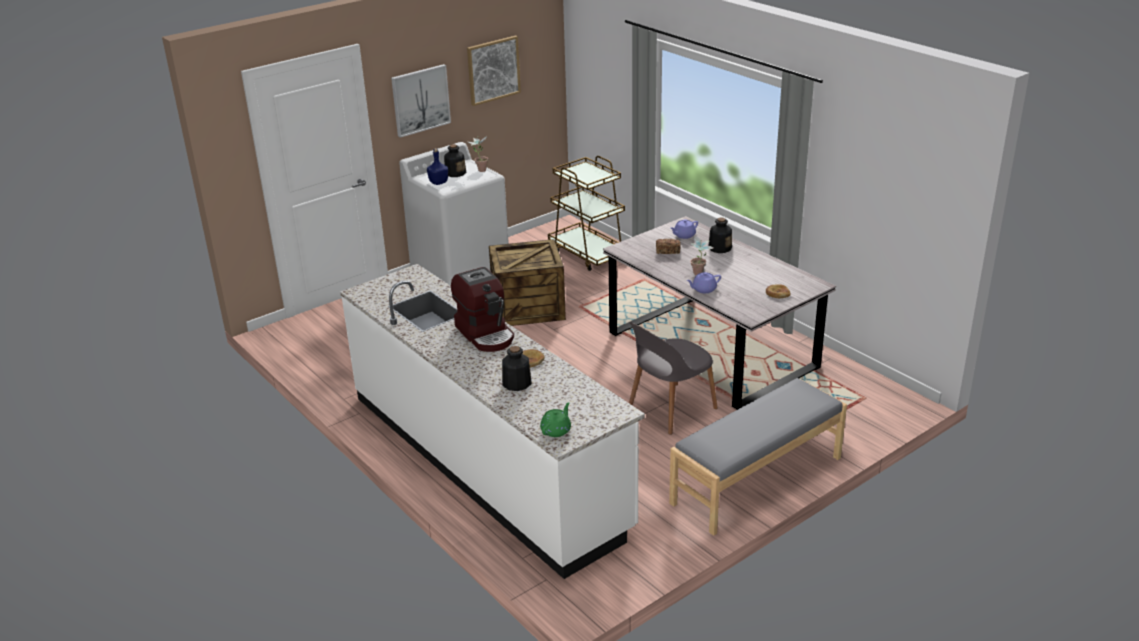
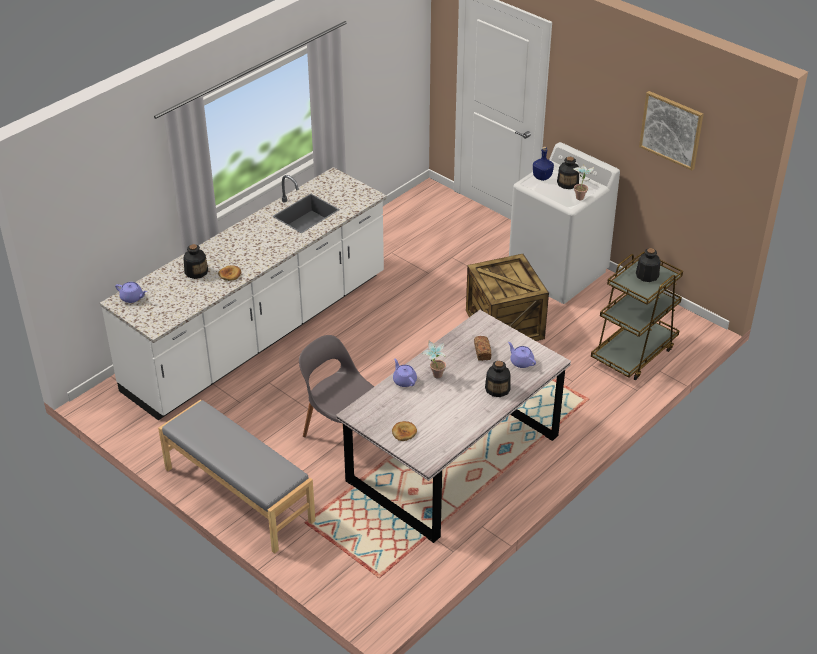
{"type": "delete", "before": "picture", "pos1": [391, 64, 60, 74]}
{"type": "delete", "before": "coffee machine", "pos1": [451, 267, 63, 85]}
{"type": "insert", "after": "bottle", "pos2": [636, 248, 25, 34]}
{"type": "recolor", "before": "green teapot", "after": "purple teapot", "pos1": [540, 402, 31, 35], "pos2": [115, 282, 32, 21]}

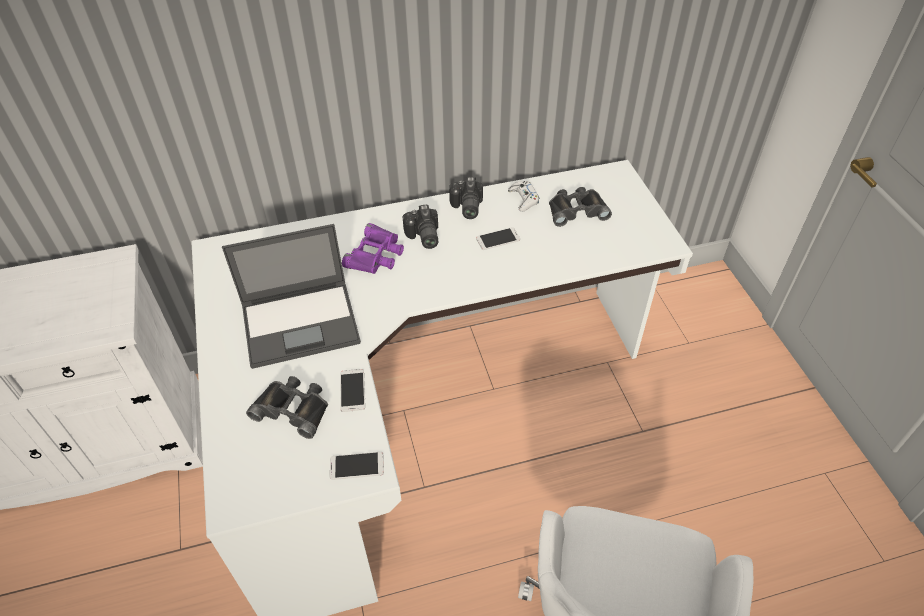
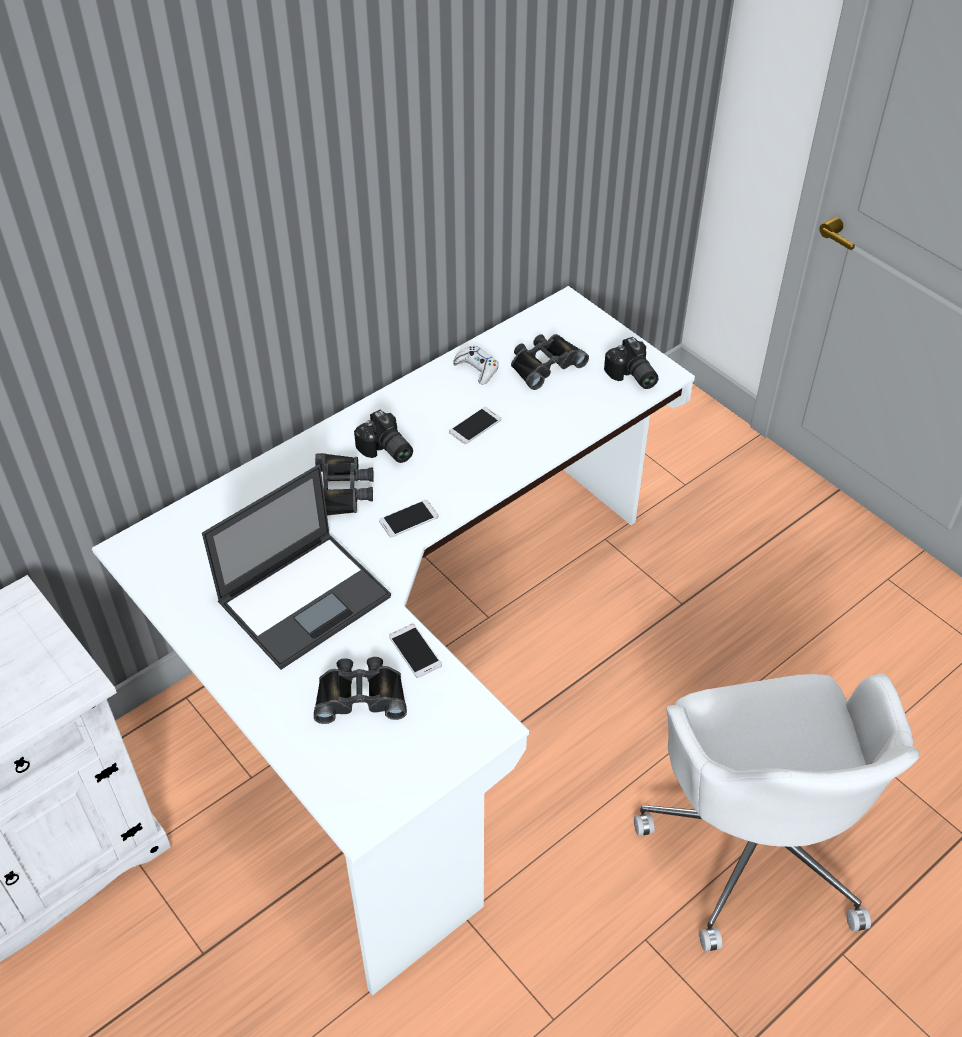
{"type": "move", "before": "phone", "pos1": [330, 452, 54, 28], "pos2": [379, 500, 59, 37]}
{"type": "move", "before": "photo camera", "pos1": [449, 177, 34, 42], "pos2": [604, 337, 55, 52]}
{"type": "recolor", "before": "purple binoculars", "after": "black binoculars", "pos1": [342, 223, 62, 51], "pos2": [315, 453, 59, 62]}

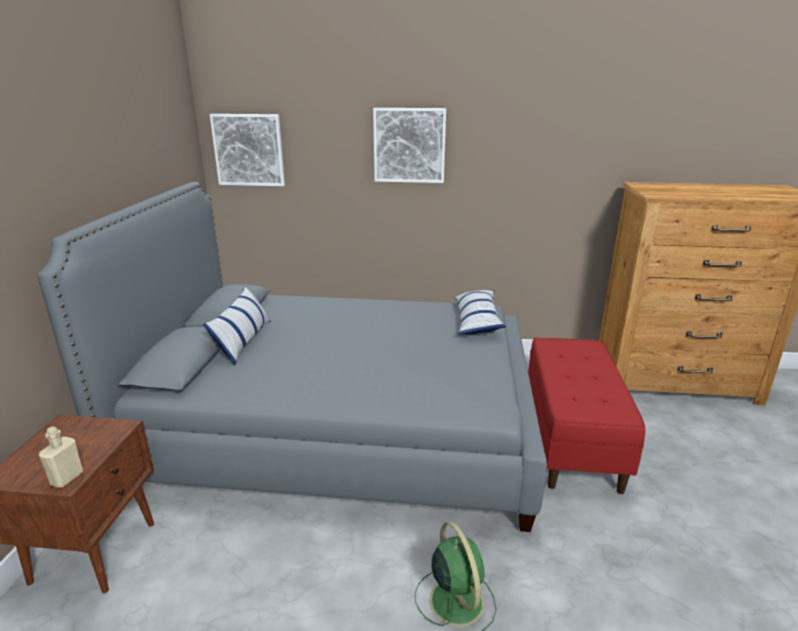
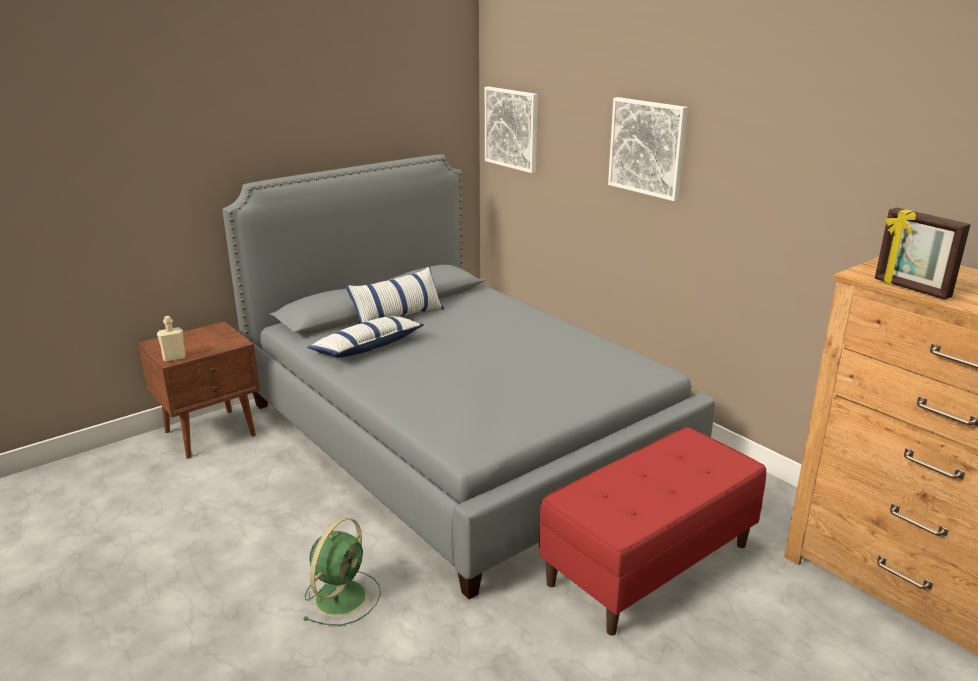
{"type": "insert", "after": "picture frame", "pos2": [875, 208, 96, 92]}
{"type": "move", "before": "pillow", "pos1": [454, 290, 52, 45], "pos2": [307, 316, 117, 42]}

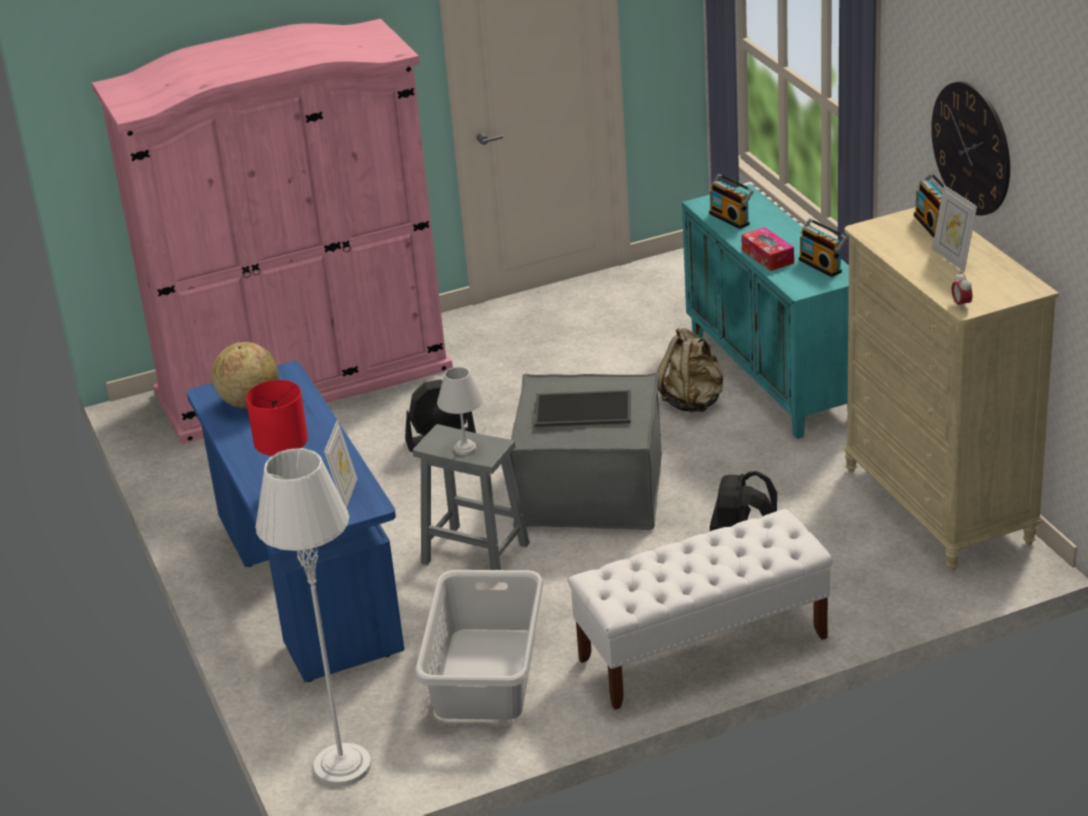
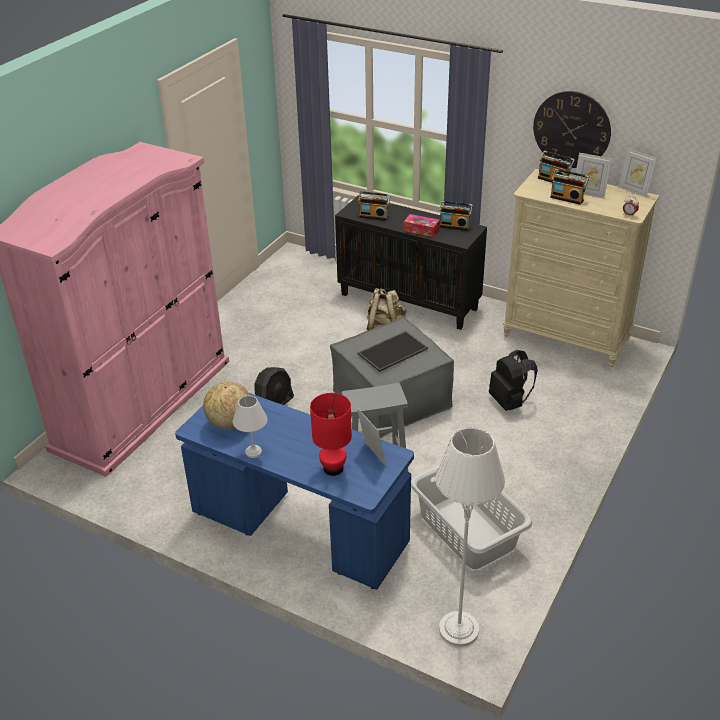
{"type": "delete", "before": "white bench", "pos1": [568, 509, 265, 201]}
{"type": "insert", "after": "radio", "pos2": [550, 169, 39, 36]}
{"type": "insert", "after": "picture frame", "pos2": [618, 148, 39, 49]}
{"type": "move", "before": "white table lamp", "pos1": [437, 367, 46, 88], "pos2": [233, 396, 35, 62]}
{"type": "recolor", "before": "turquoise cabinet", "after": "black cabinet", "pos1": [682, 184, 167, 255], "pos2": [335, 195, 152, 135]}

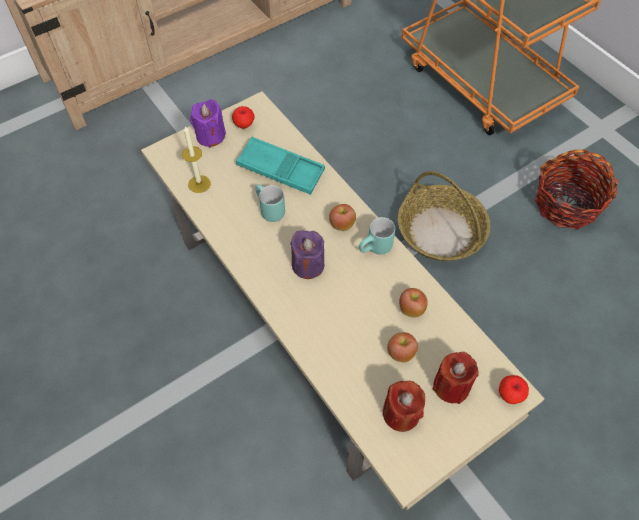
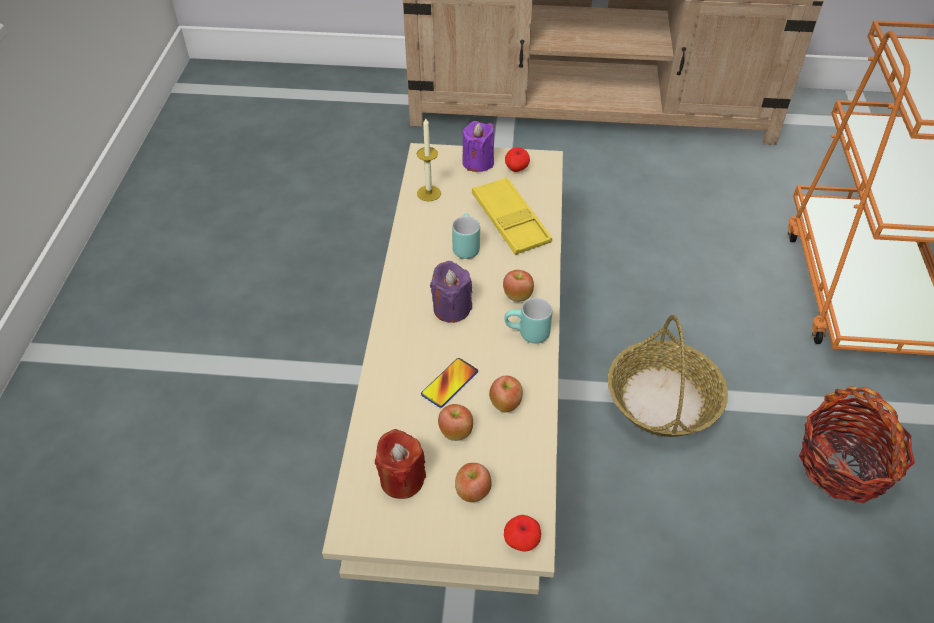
{"type": "insert", "after": "phone", "pos2": [421, 358, 57, 50]}
{"type": "replace", "before": "red candle", "after": "apple", "pos1": [432, 352, 47, 52], "pos2": [455, 463, 37, 39]}
{"type": "recolor", "before": "turquoise tray", "after": "yellow tray", "pos1": [236, 137, 89, 58], "pos2": [472, 177, 80, 78]}

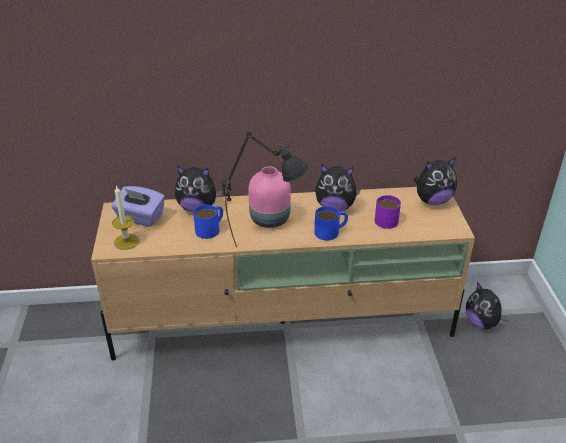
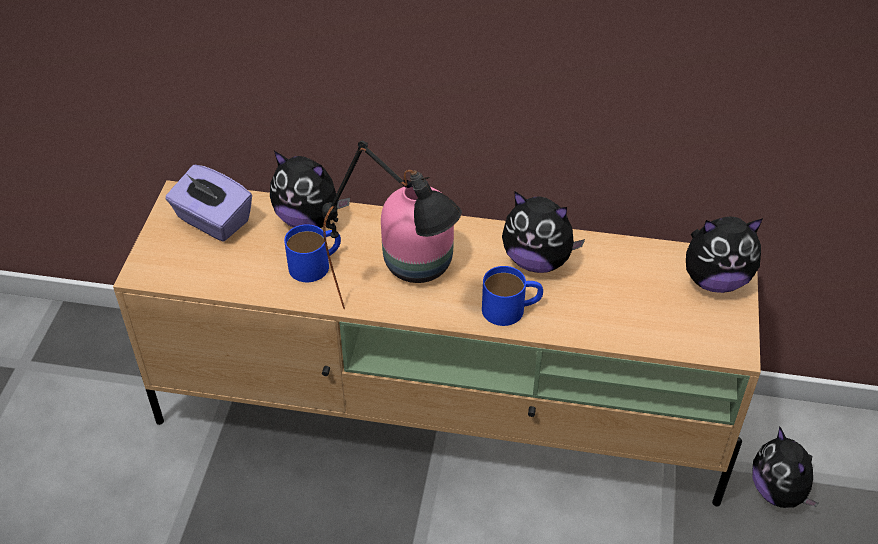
{"type": "delete", "before": "candle", "pos1": [112, 185, 28, 65]}
{"type": "delete", "before": "purple mug", "pos1": [375, 195, 26, 34]}

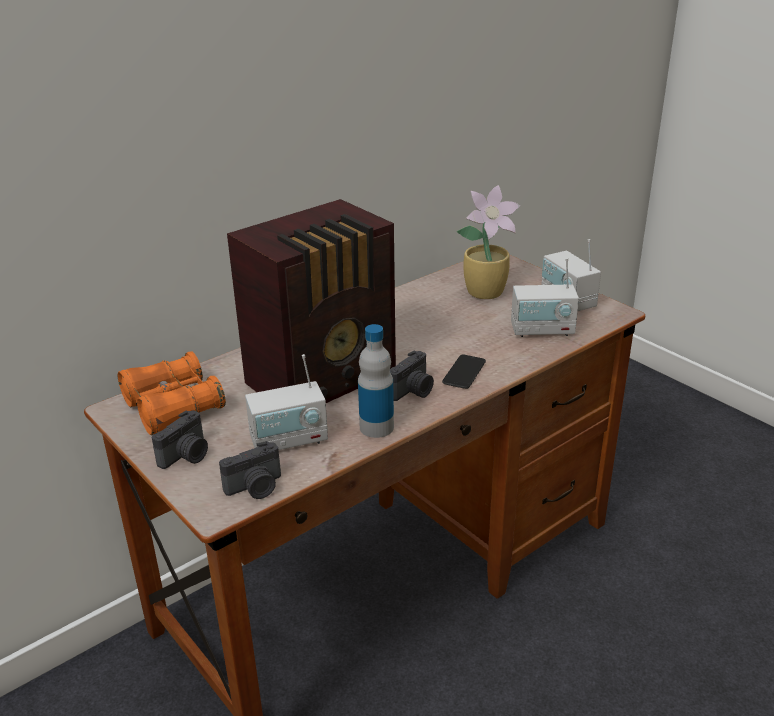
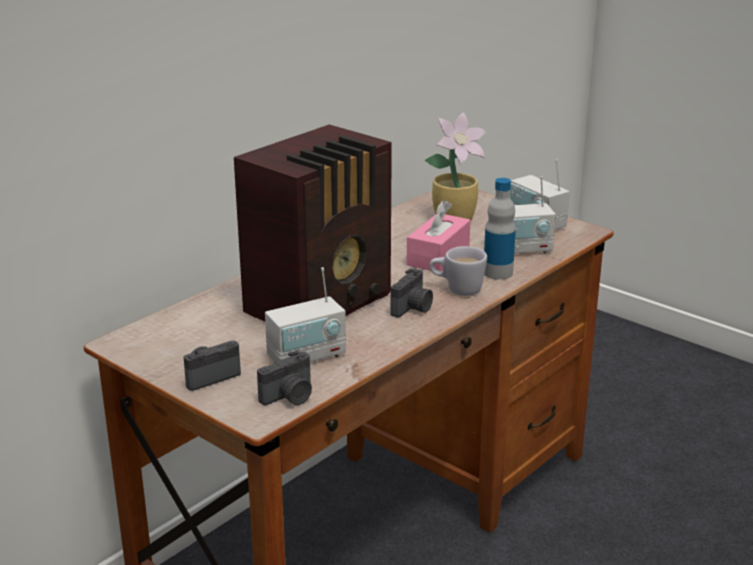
{"type": "delete", "before": "orange binoculars", "pos1": [118, 352, 108, 83]}
{"type": "insert", "after": "pink tissue box", "pos2": [406, 200, 65, 71]}
{"type": "move", "before": "bottle", "pos1": [358, 324, 36, 114], "pos2": [484, 178, 32, 102]}
{"type": "replace", "before": "phone", "after": "white mug", "pos1": [442, 354, 44, 35], "pos2": [429, 246, 58, 50]}
{"type": "rotate", "before": "photo camera", "pos1": [152, 410, 56, 59], "pos2": [184, 341, 57, 50], "turn": -150}

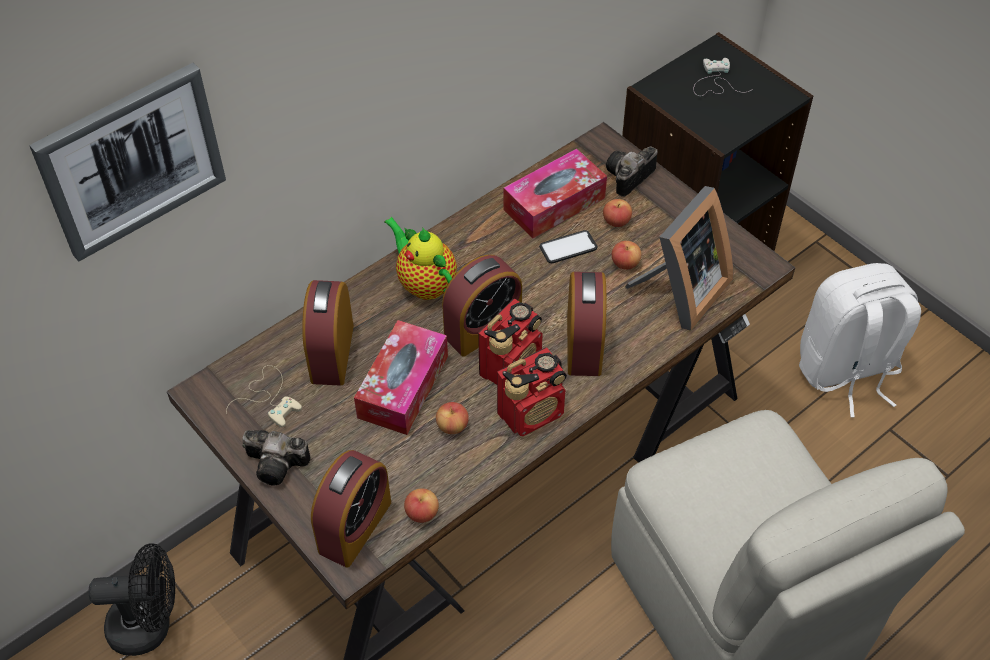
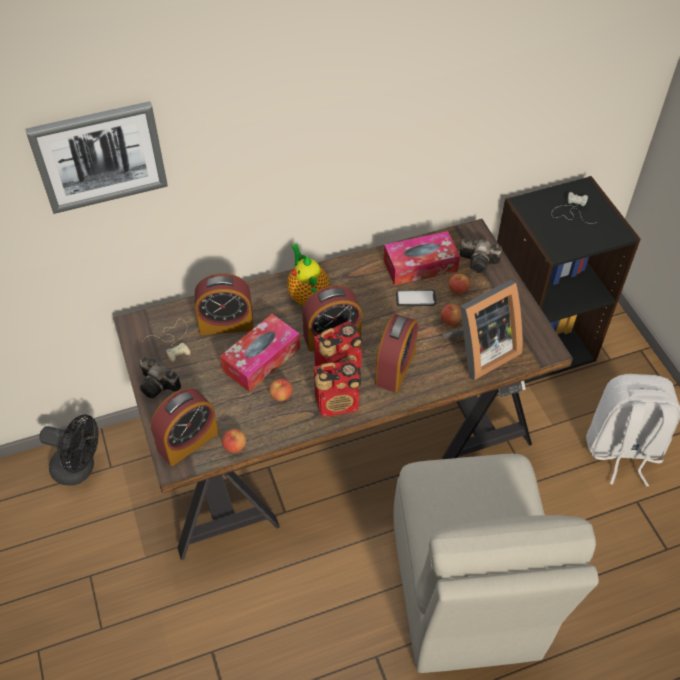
{"type": "rotate", "before": "alarm clock", "pos1": [302, 280, 52, 106], "pos2": [195, 273, 59, 62], "turn": -120}
{"type": "rotate", "before": "photo camera", "pos1": [606, 146, 52, 51], "pos2": [460, 239, 42, 34], "turn": -135}

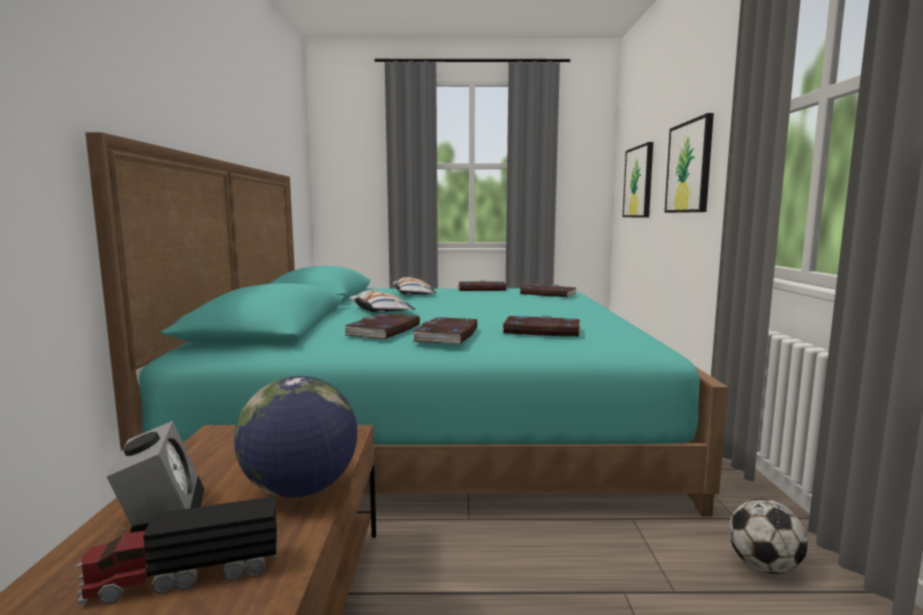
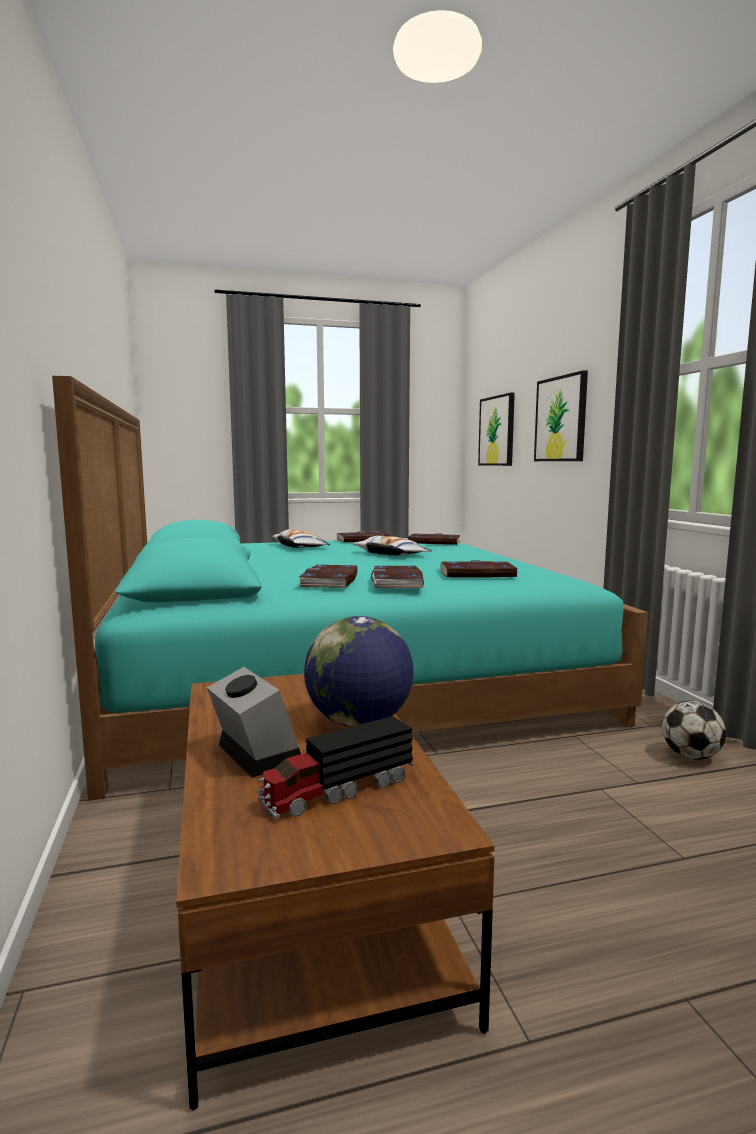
{"type": "move", "before": "pillow", "pos1": [349, 290, 66, 23], "pos2": [353, 536, 79, 19]}

